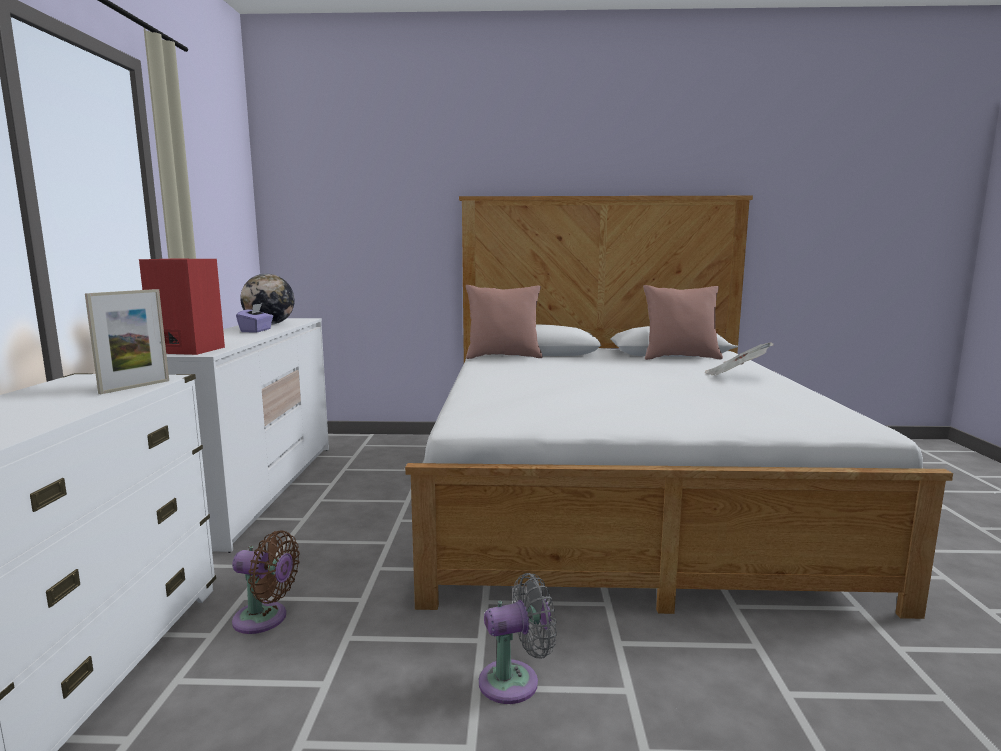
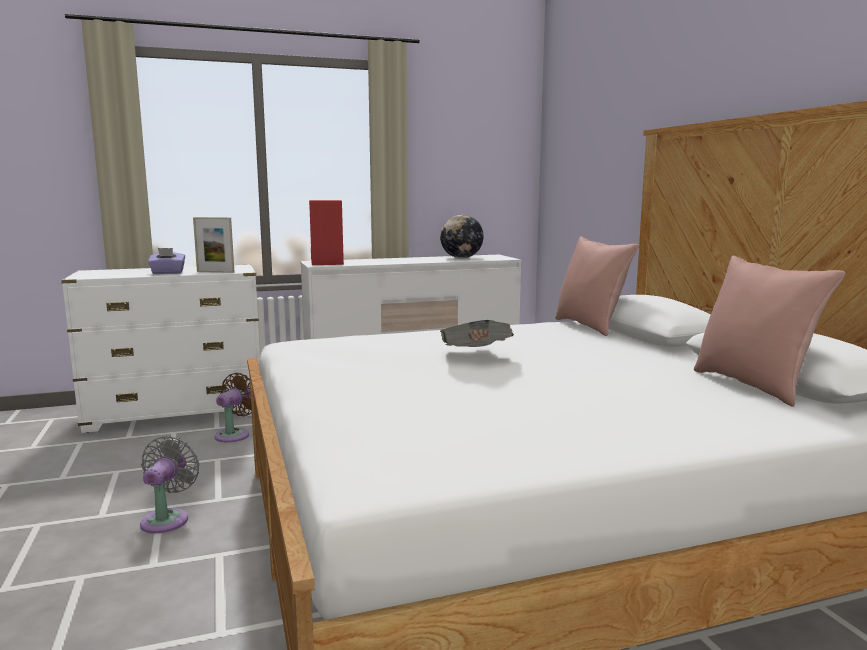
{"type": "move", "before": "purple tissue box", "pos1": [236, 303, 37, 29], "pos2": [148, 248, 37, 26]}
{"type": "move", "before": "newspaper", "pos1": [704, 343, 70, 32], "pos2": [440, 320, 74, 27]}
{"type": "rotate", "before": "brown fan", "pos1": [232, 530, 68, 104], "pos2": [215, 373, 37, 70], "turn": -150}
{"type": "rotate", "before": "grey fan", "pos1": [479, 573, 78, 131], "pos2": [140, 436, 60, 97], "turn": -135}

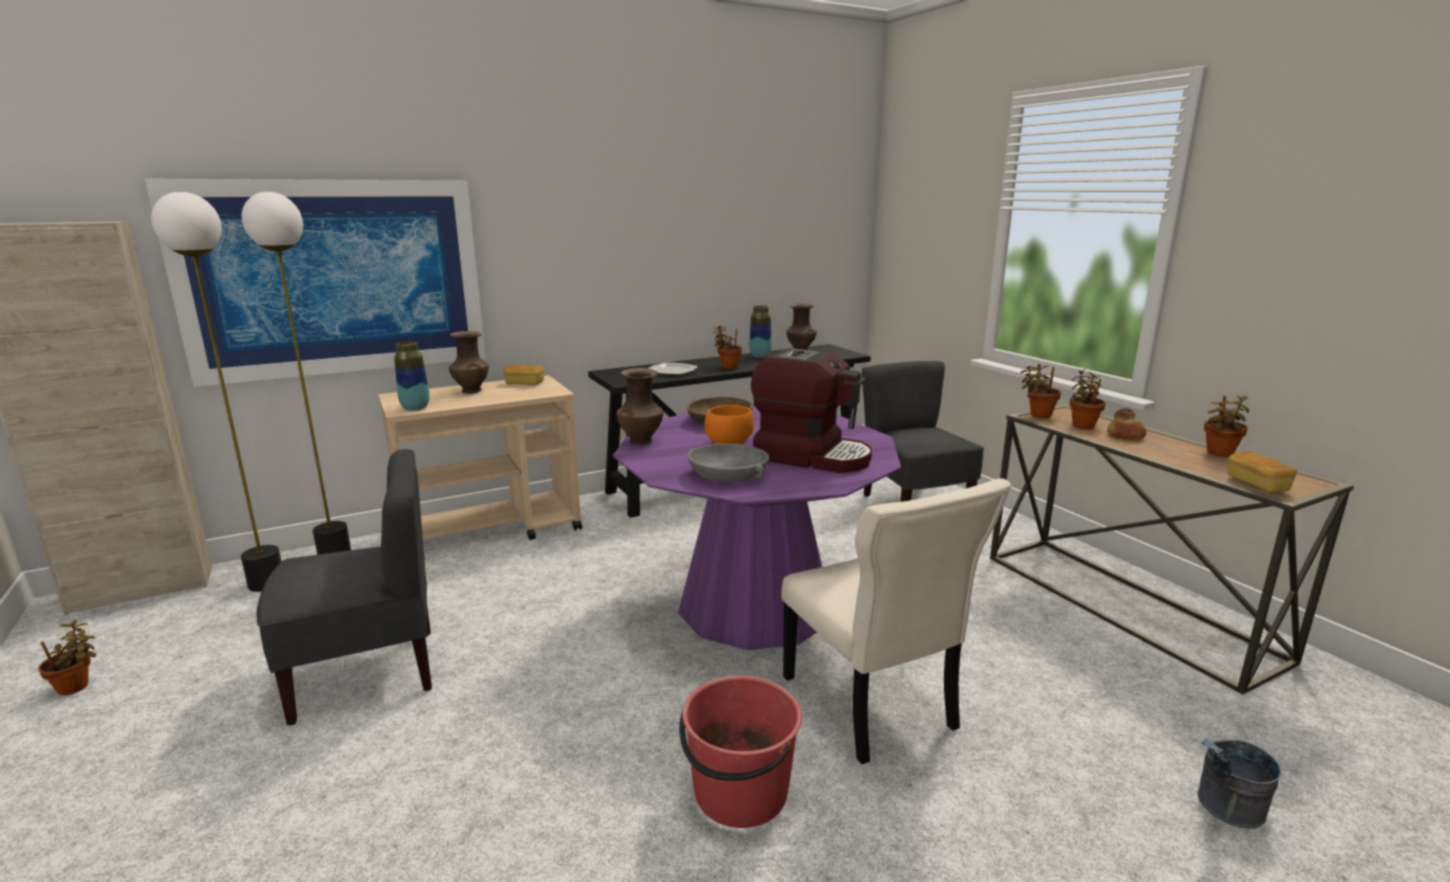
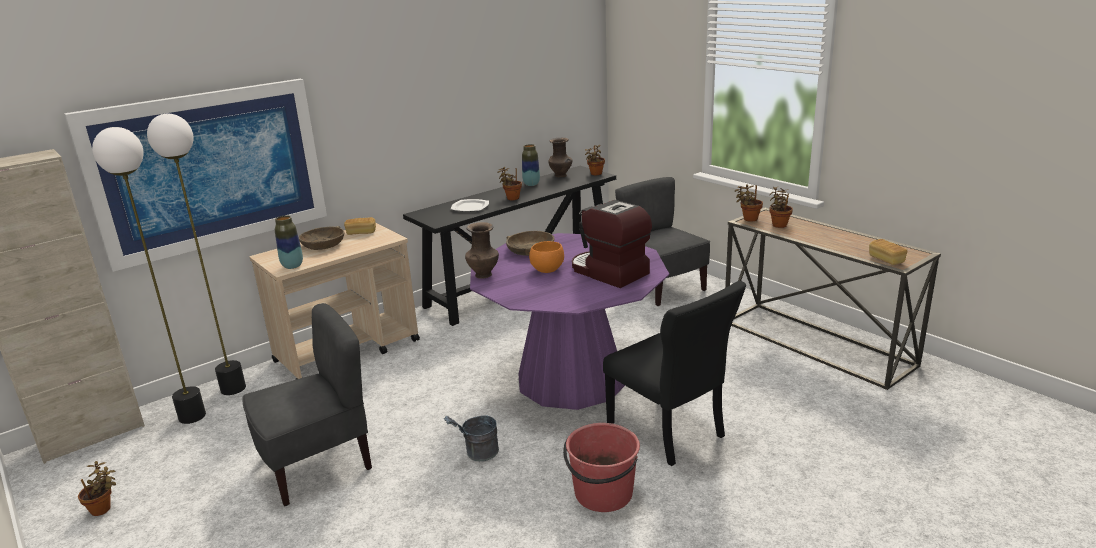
{"type": "delete", "before": "grey bowl", "pos1": [688, 444, 81, 38]}
{"type": "delete", "before": "bread", "pos1": [1107, 408, 39, 32]}
{"type": "move", "before": "grey bucket", "pos1": [1198, 738, 83, 91], "pos2": [444, 415, 55, 46]}
{"type": "move", "before": "potted plant", "pos1": [1204, 396, 45, 60], "pos2": [585, 145, 20, 30]}
{"type": "replace", "before": "brown vase", "after": "brown bowl", "pos1": [449, 331, 40, 63], "pos2": [299, 226, 46, 24]}
{"type": "recolor", "before": "beige chair", "after": "black chair", "pos1": [781, 478, 230, 286], "pos2": [603, 281, 143, 185]}
{"type": "rotate", "before": "coffee machine", "pos1": [751, 348, 121, 125], "pos2": [572, 200, 80, 88], "turn": -150}

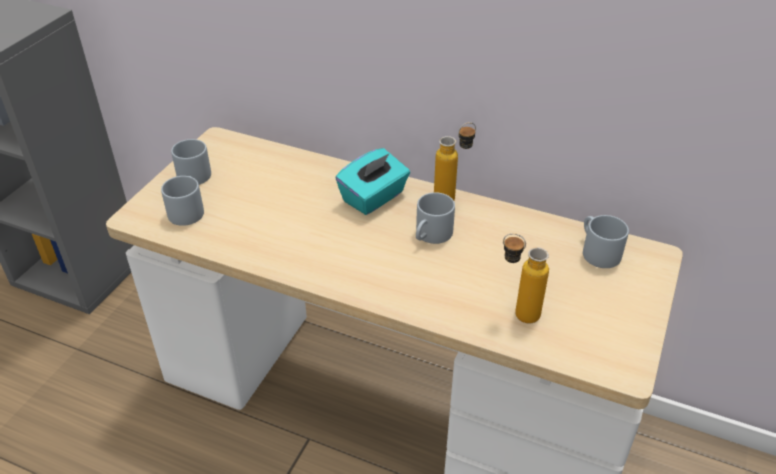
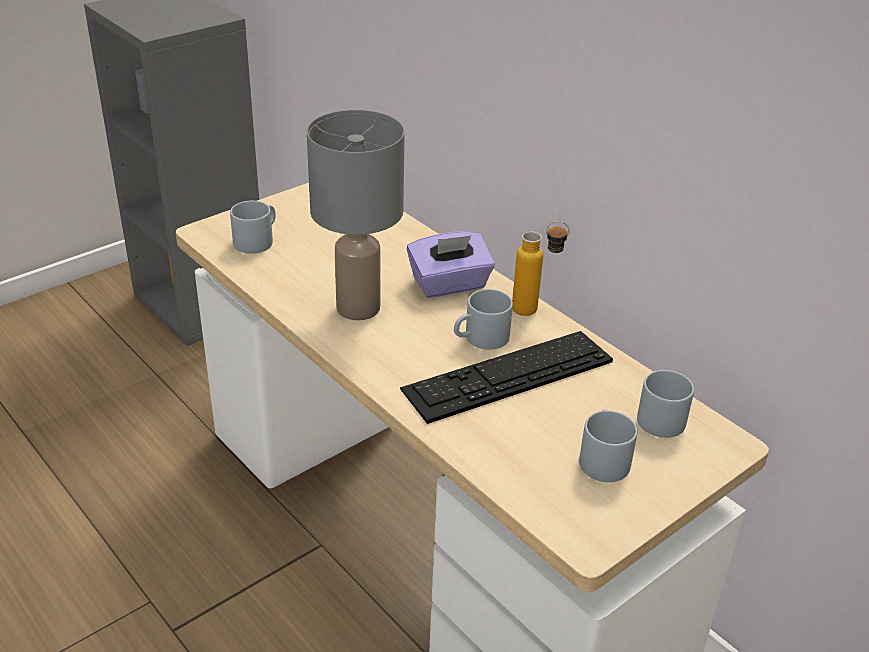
{"type": "delete", "before": "bottle", "pos1": [503, 233, 46, 90]}
{"type": "insert", "after": "grey table lamp", "pos2": [307, 110, 98, 210]}
{"type": "insert", "after": "keyboard", "pos2": [400, 331, 213, 93]}
{"type": "move", "before": "grey mug", "pos1": [171, 139, 40, 46], "pos2": [579, 409, 59, 73]}
{"type": "recolor", "before": "turquoise tissue box", "after": "purple tissue box", "pos1": [336, 148, 74, 67], "pos2": [407, 231, 88, 67]}

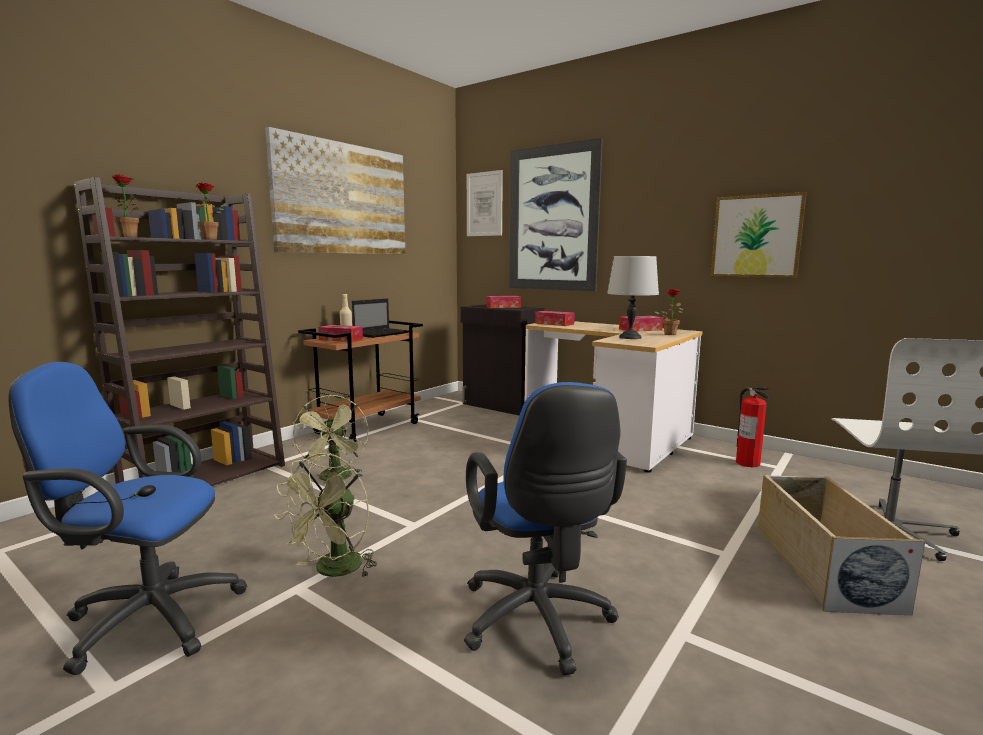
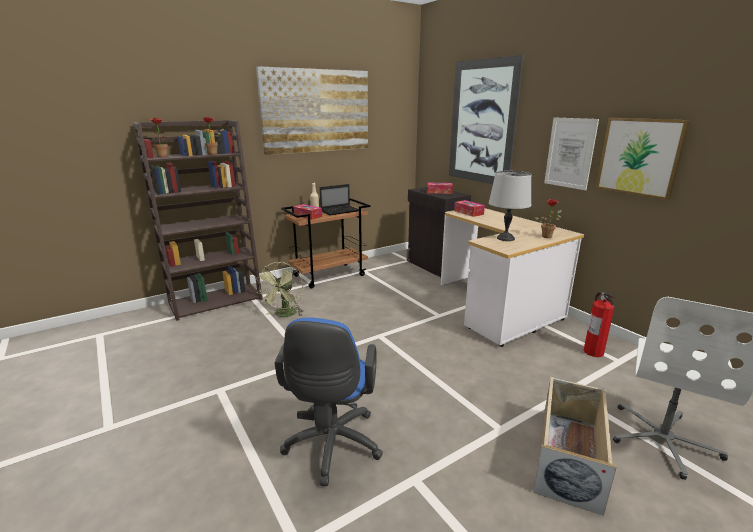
{"type": "delete", "before": "blue office chair", "pos1": [8, 362, 239, 313]}
{"type": "delete", "before": "green fan", "pos1": [274, 453, 103, 125]}
{"type": "delete", "before": "tissue box", "pos1": [619, 316, 44, 15]}
{"type": "move", "before": "picture", "pos1": [467, 170, 36, 66], "pos2": [544, 117, 55, 73]}

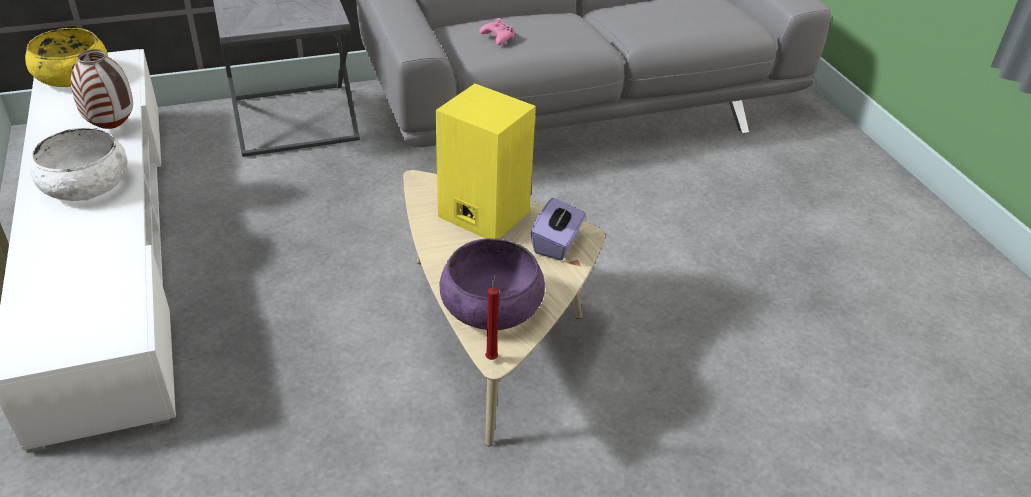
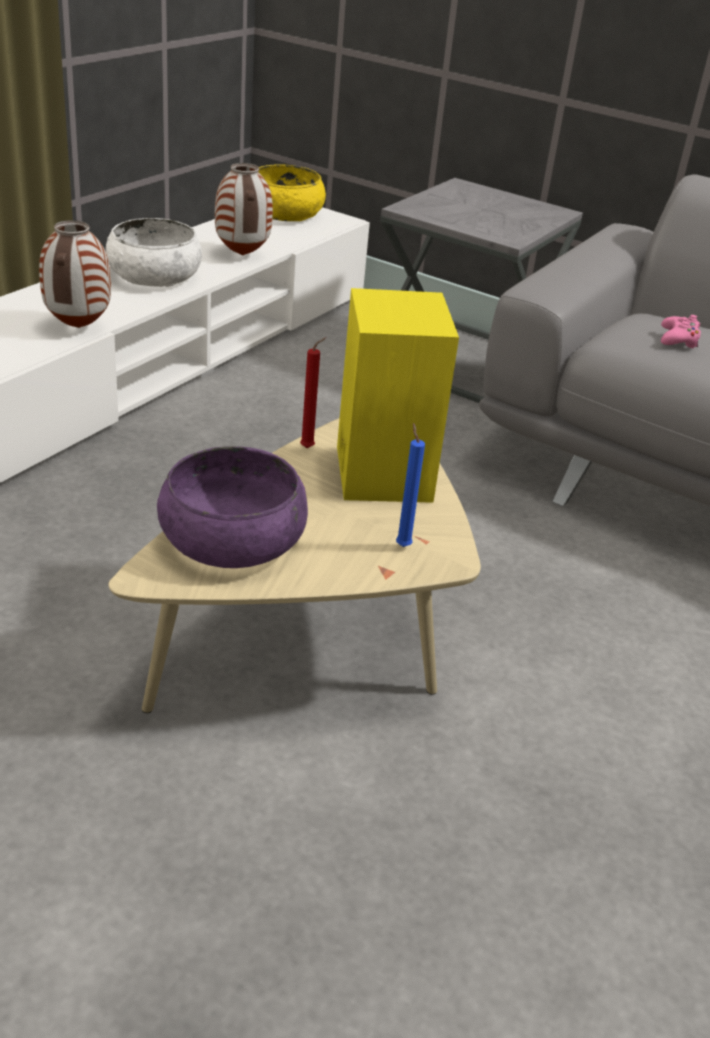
{"type": "insert", "after": "vase", "pos2": [39, 220, 72, 108]}
{"type": "move", "before": "red candle", "pos1": [485, 275, 14, 85], "pos2": [300, 337, 26, 111]}
{"type": "replace", "before": "purple tissue box", "after": "blue candle", "pos1": [531, 198, 54, 62], "pos2": [396, 423, 29, 124]}

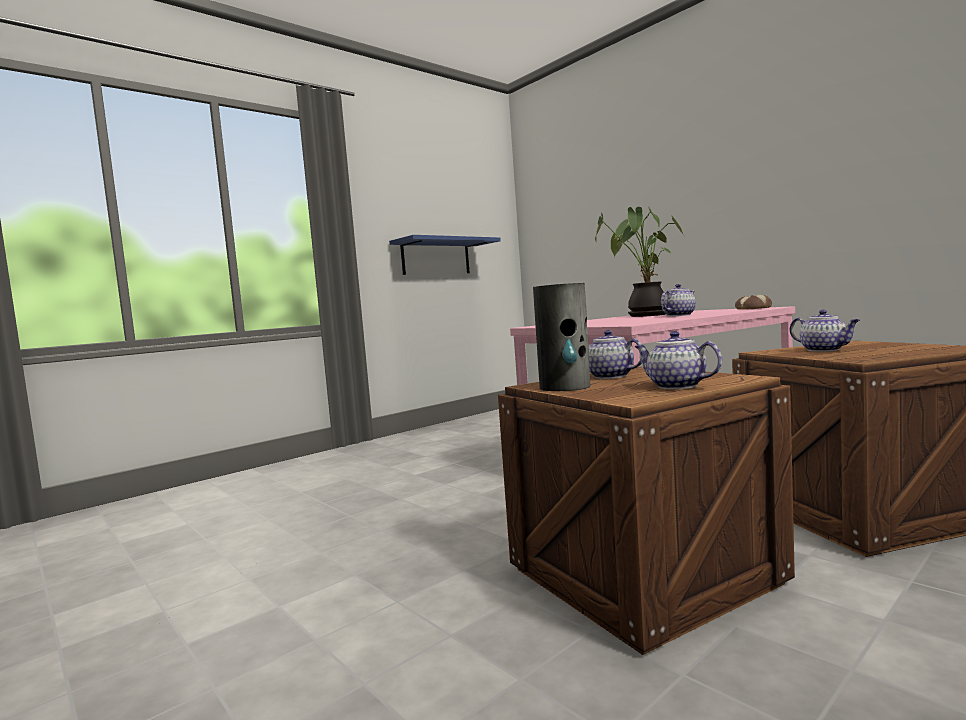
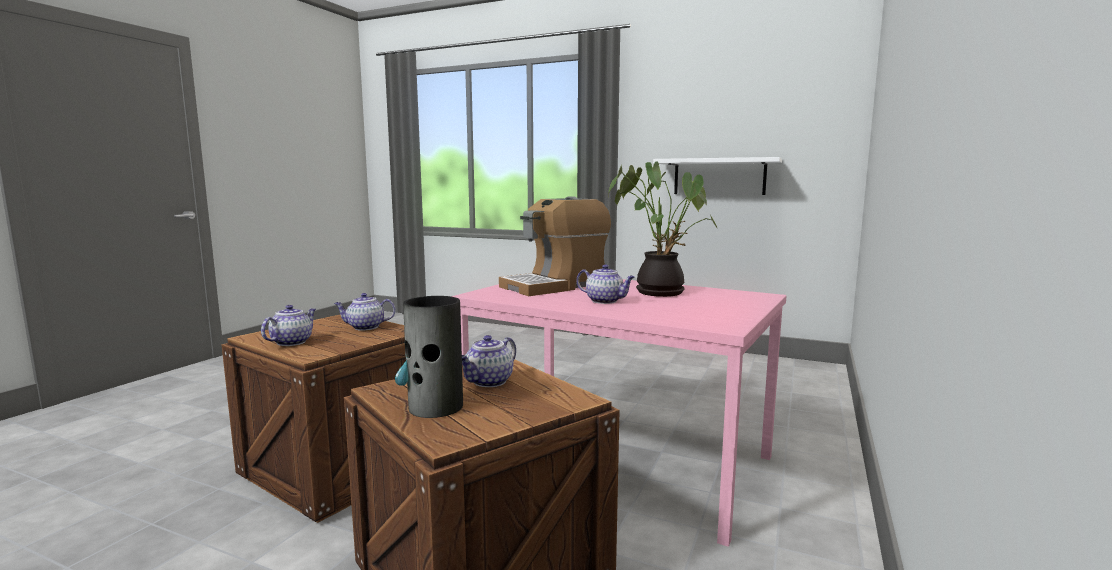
{"type": "delete", "before": "bread", "pos1": [735, 294, 37, 15]}
{"type": "insert", "after": "coffee machine", "pos2": [499, 196, 112, 100]}
{"type": "move", "before": "vase", "pos1": [533, 283, 57, 108], "pos2": [395, 296, 68, 122]}
{"type": "recolor", "before": "blue shelf", "after": "white shelf", "pos1": [389, 235, 112, 40], "pos2": [653, 157, 129, 38]}
{"type": "rotate", "before": "teapot", "pos1": [589, 330, 53, 49], "pos2": [334, 293, 62, 37], "turn": -120}

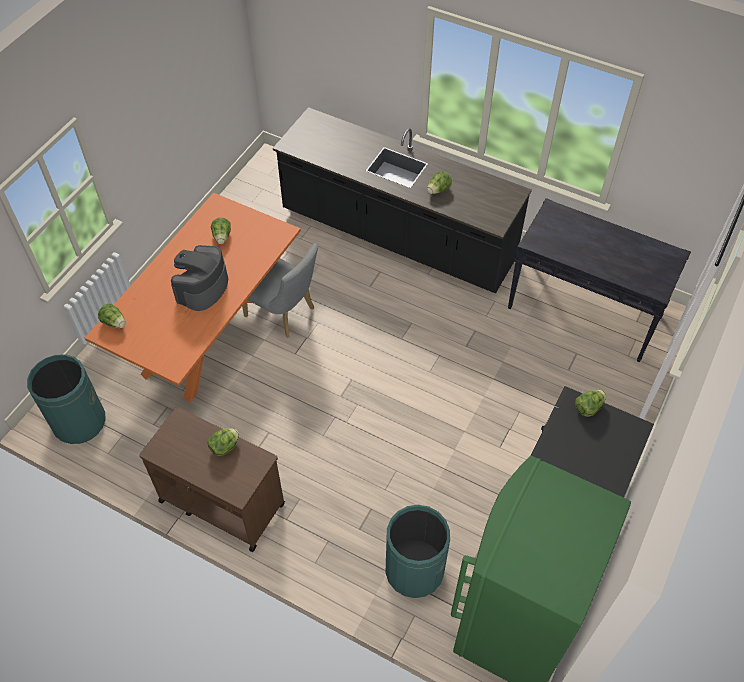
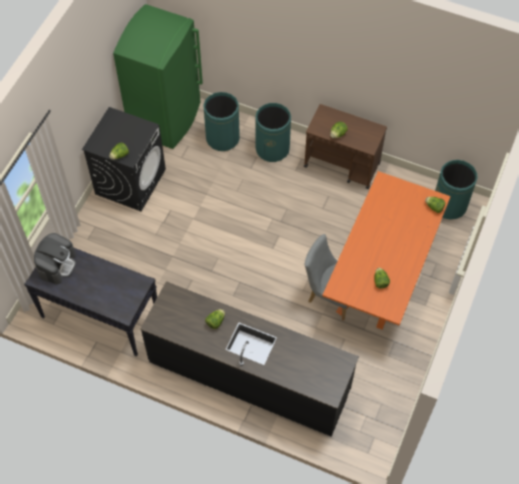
{"type": "insert", "after": "green trash can", "pos2": [255, 103, 36, 59]}
{"type": "move", "before": "coffee machine", "pos1": [171, 245, 57, 66], "pos2": [34, 233, 42, 51]}

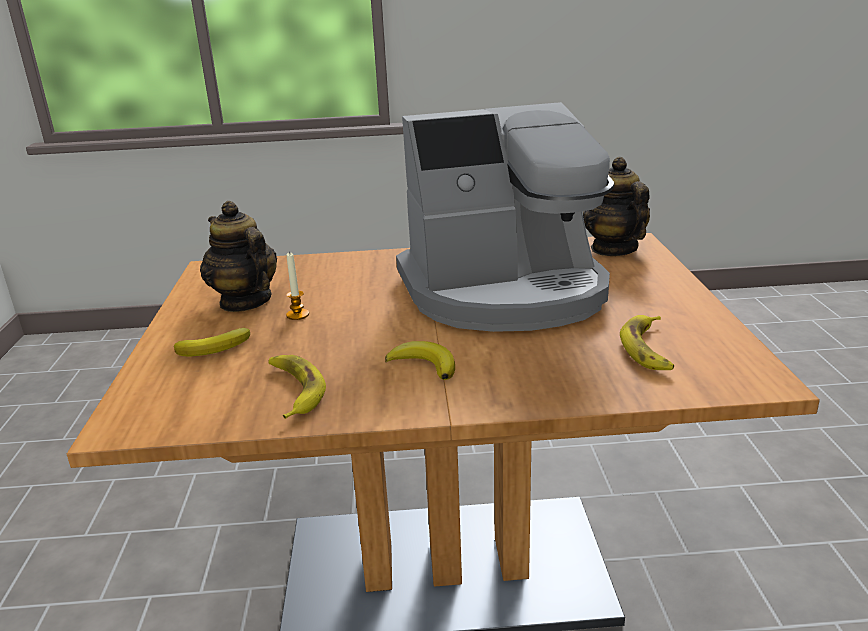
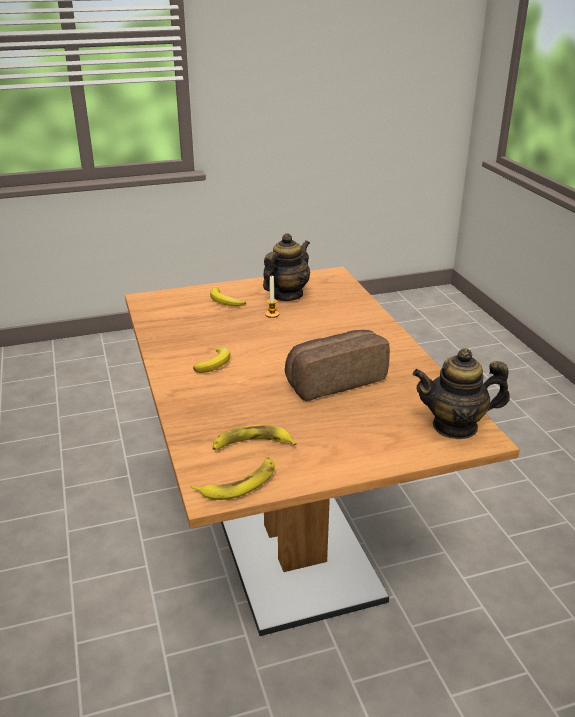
{"type": "move", "before": "banana", "pos1": [269, 355, 57, 64], "pos2": [192, 456, 83, 44]}
{"type": "replace", "before": "coffee machine", "after": "bread", "pos1": [396, 102, 219, 230], "pos2": [285, 330, 105, 71]}
{"type": "rotate", "before": "teapot", "pos1": [583, 157, 67, 99], "pos2": [412, 348, 98, 91], "turn": -150}

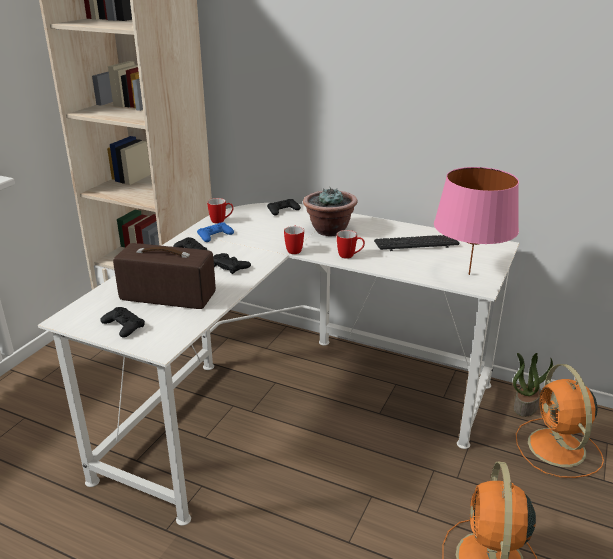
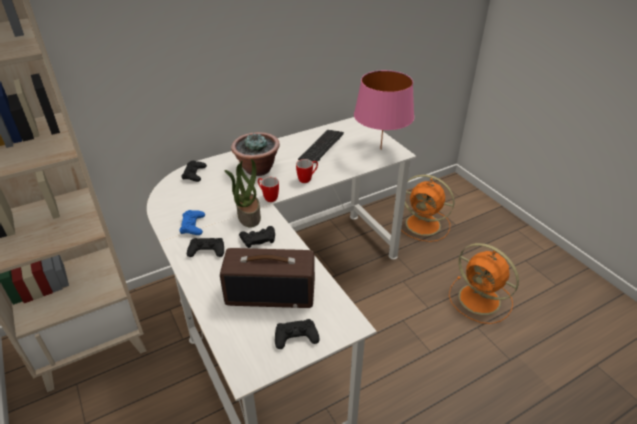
{"type": "delete", "before": "mug", "pos1": [207, 198, 27, 26]}
{"type": "move", "before": "potted plant", "pos1": [513, 353, 40, 64], "pos2": [224, 159, 37, 69]}
{"type": "rotate", "before": "radio", "pos1": [113, 243, 103, 66], "pos2": [220, 248, 95, 60], "turn": -135}

